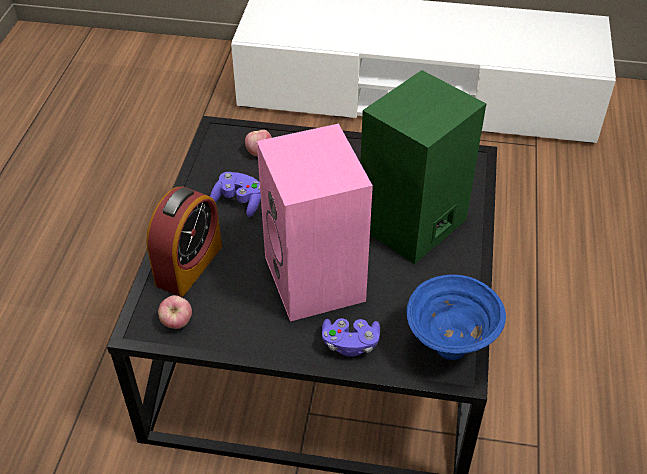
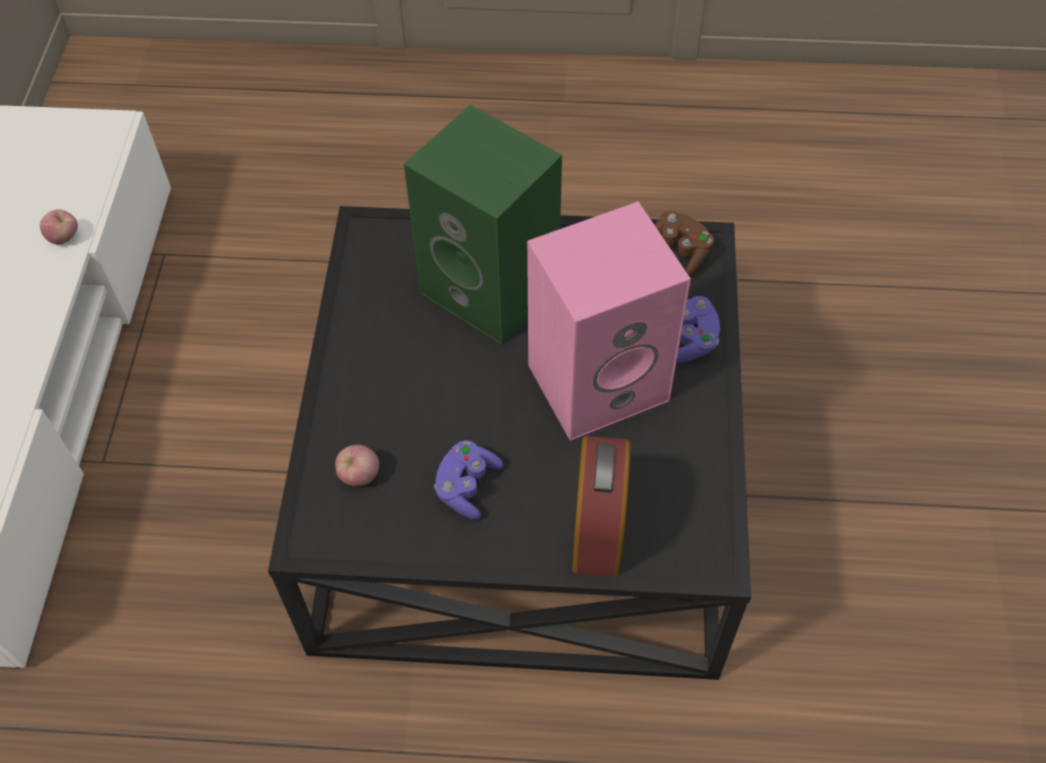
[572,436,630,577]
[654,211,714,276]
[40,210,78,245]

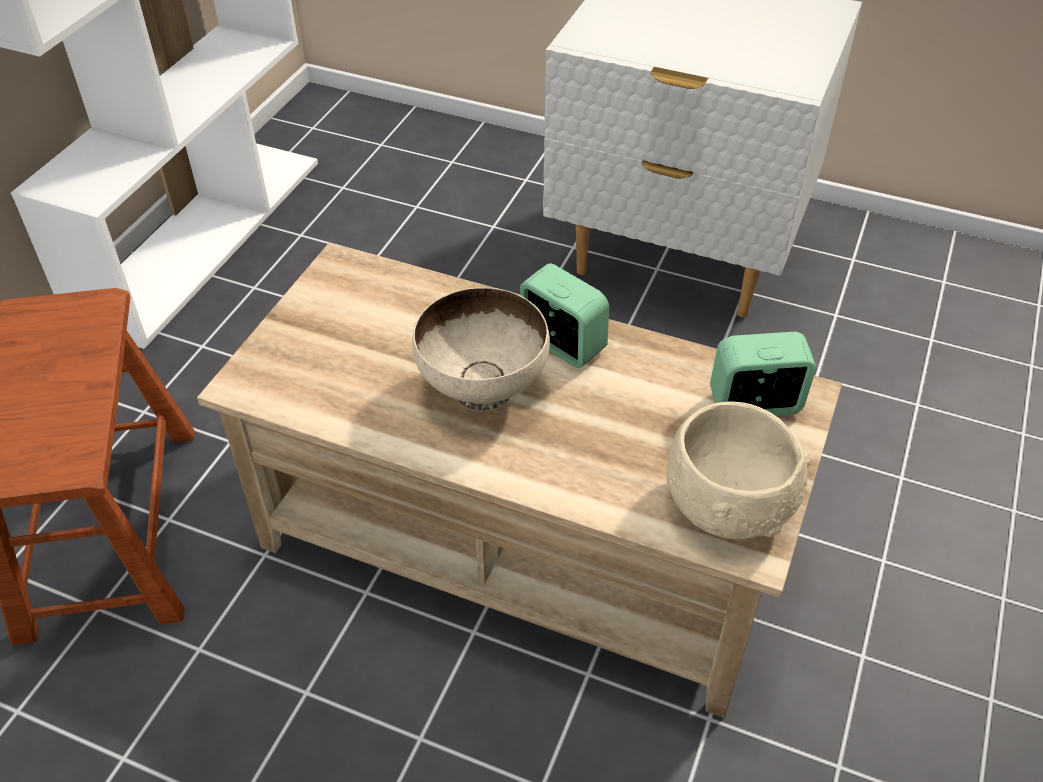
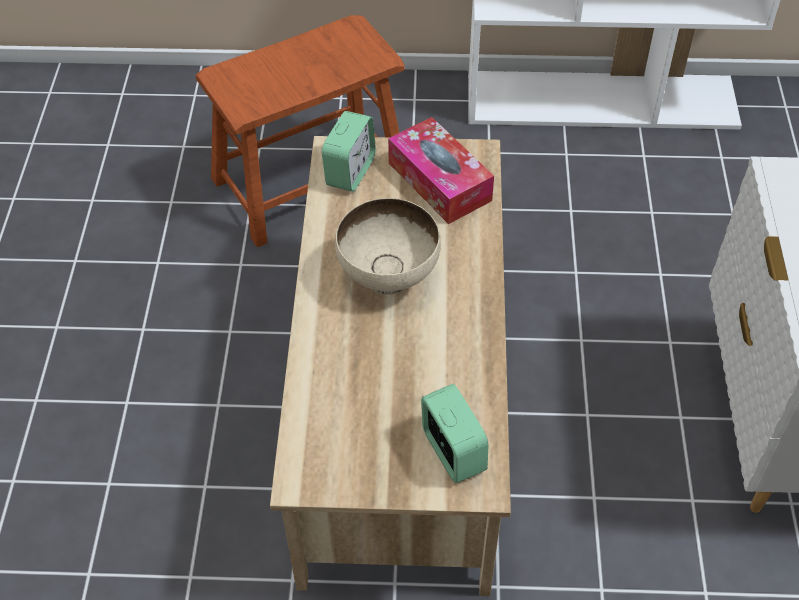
[322,111,376,192]
[666,401,810,540] (first image)
[388,117,494,224]

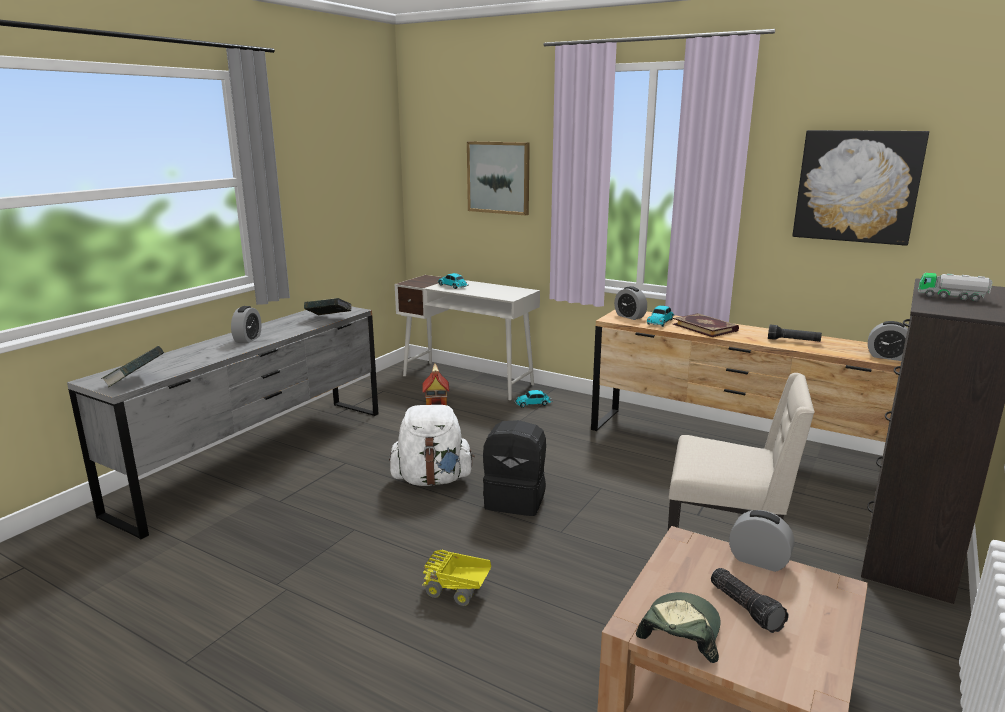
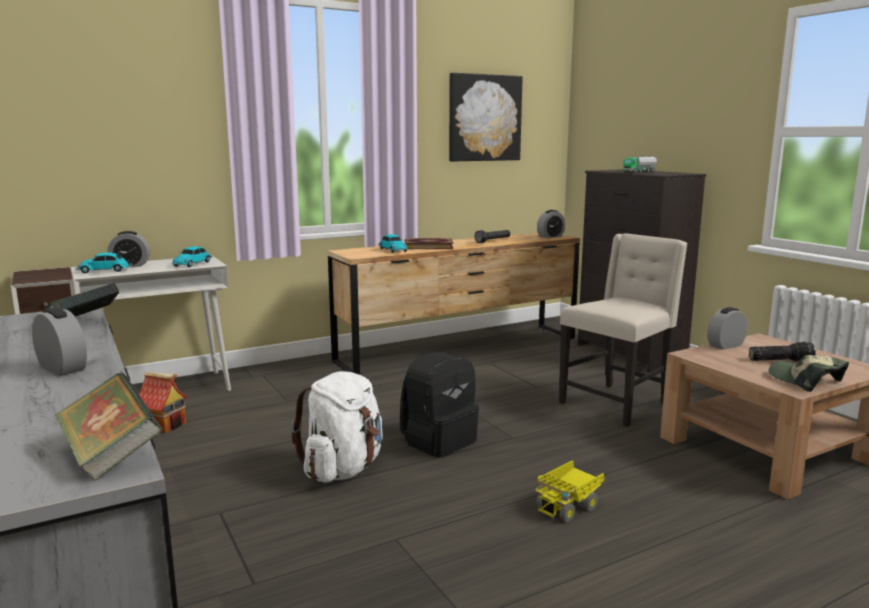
[467,141,530,215] (first image)
[108,231,150,267]
[172,246,213,268]

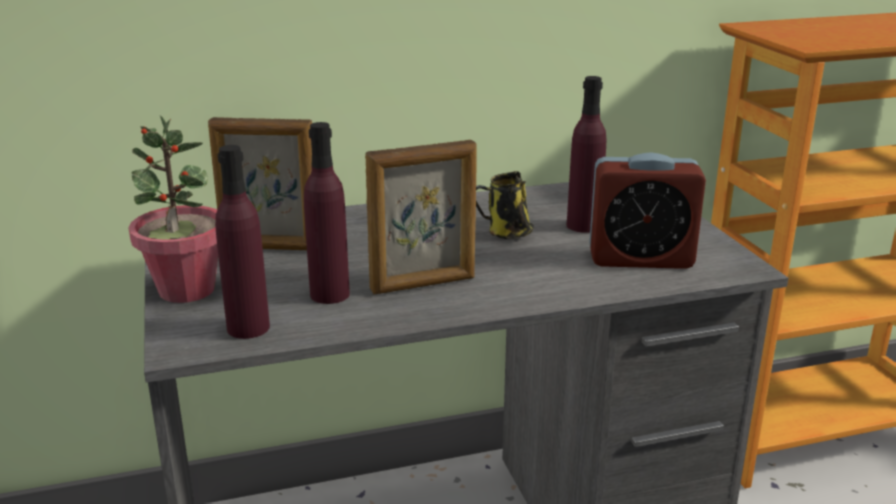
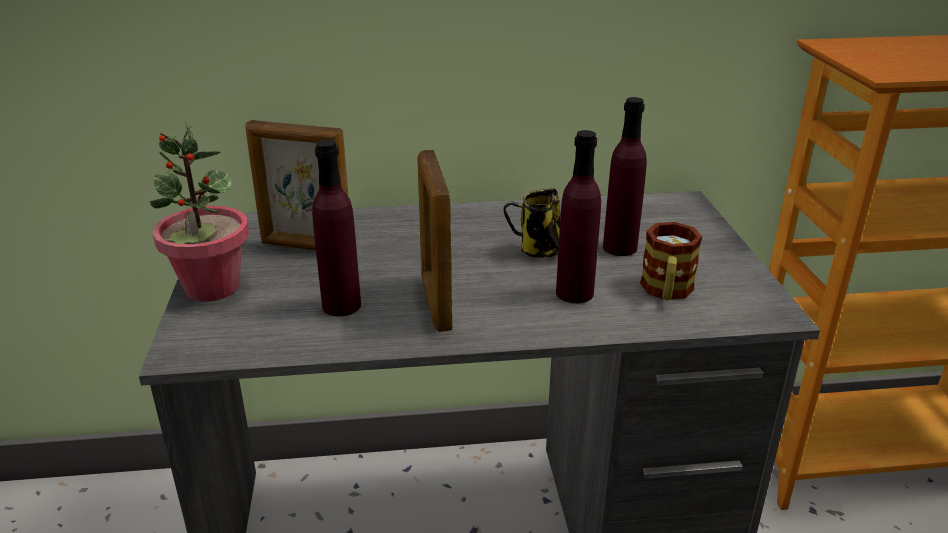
[417,150,452,332]
[556,130,601,303]
[640,222,702,300]

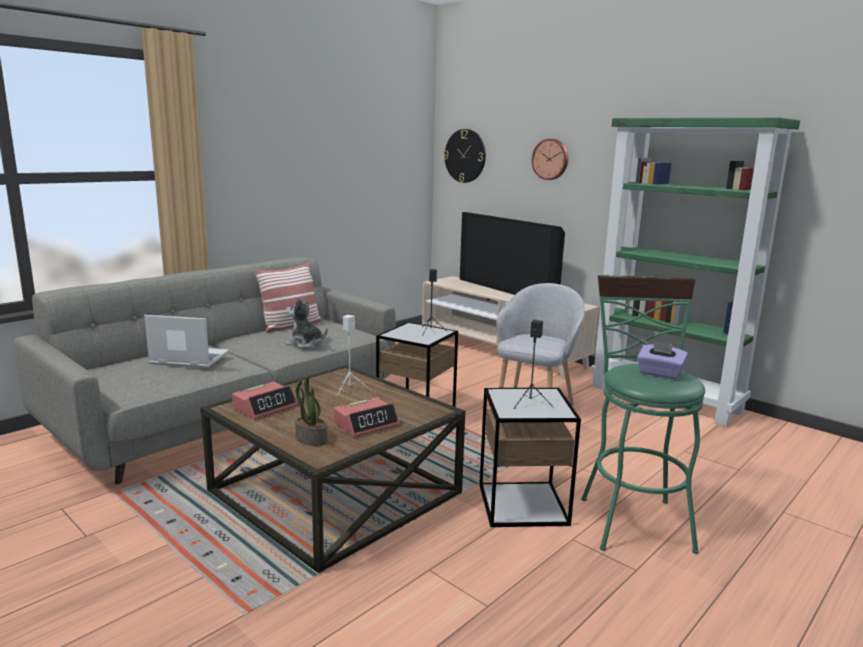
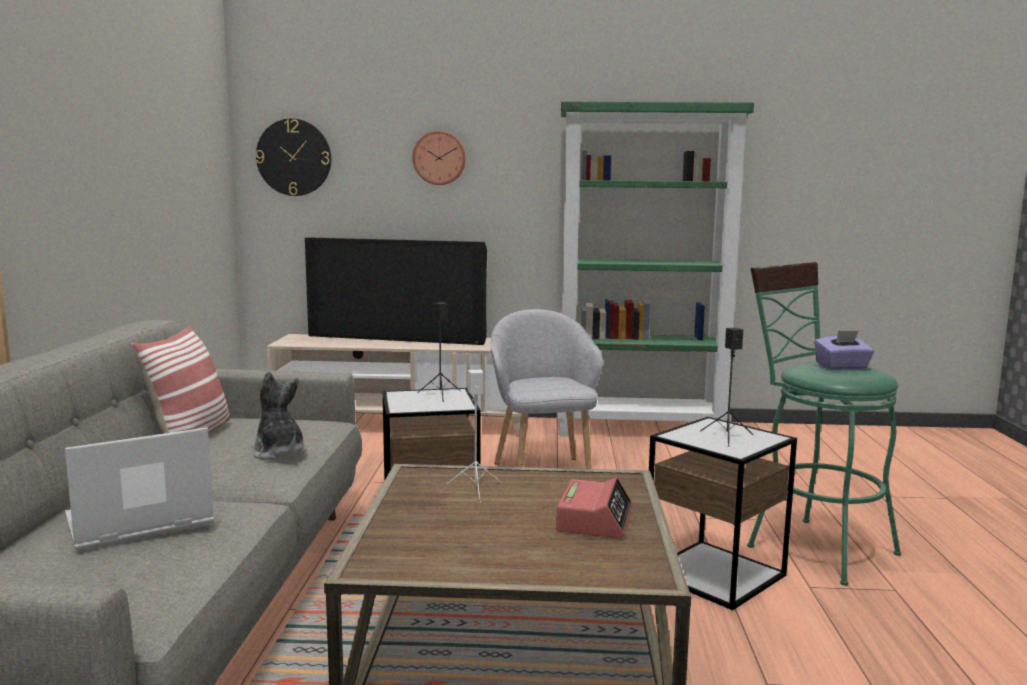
[252,372,307,460]
[295,375,328,446] (first image)
[232,381,297,419] (first image)

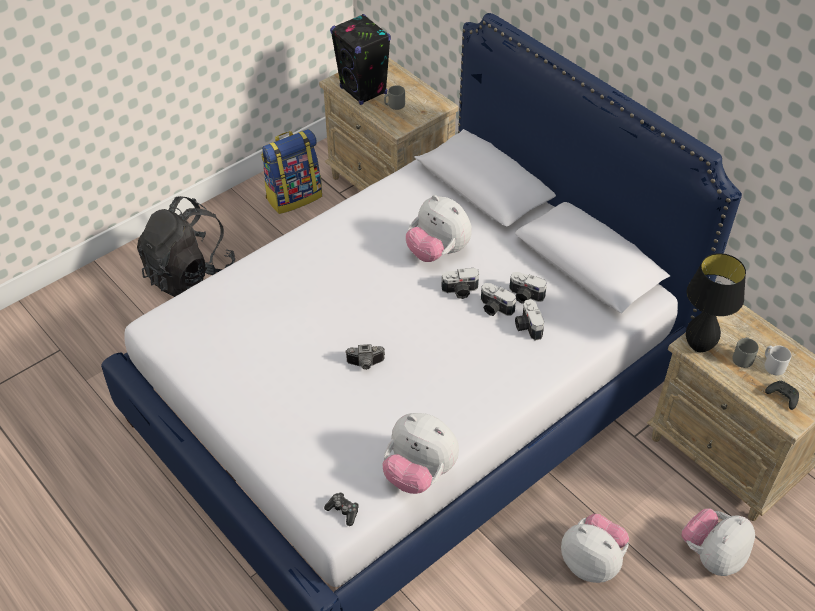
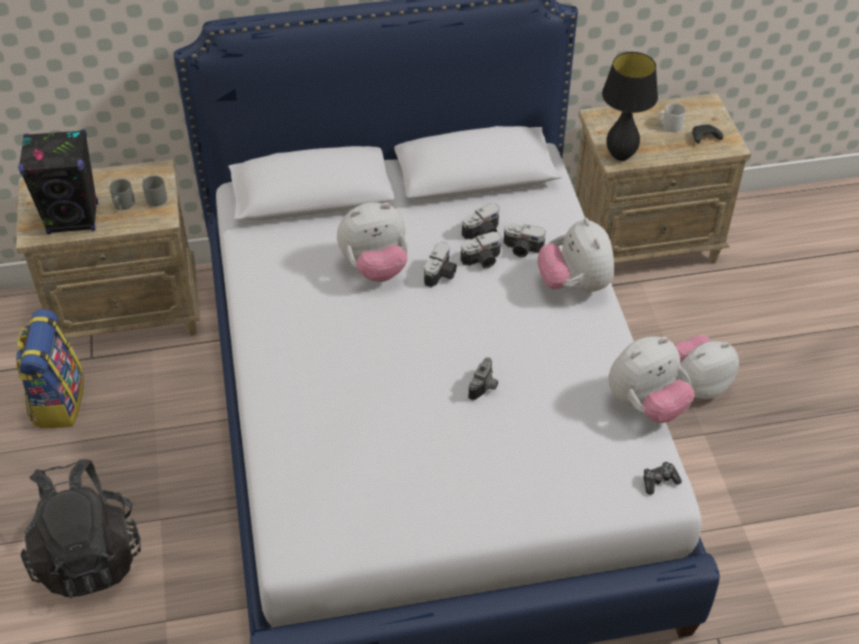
[142,176,167,206]
[537,218,614,293]

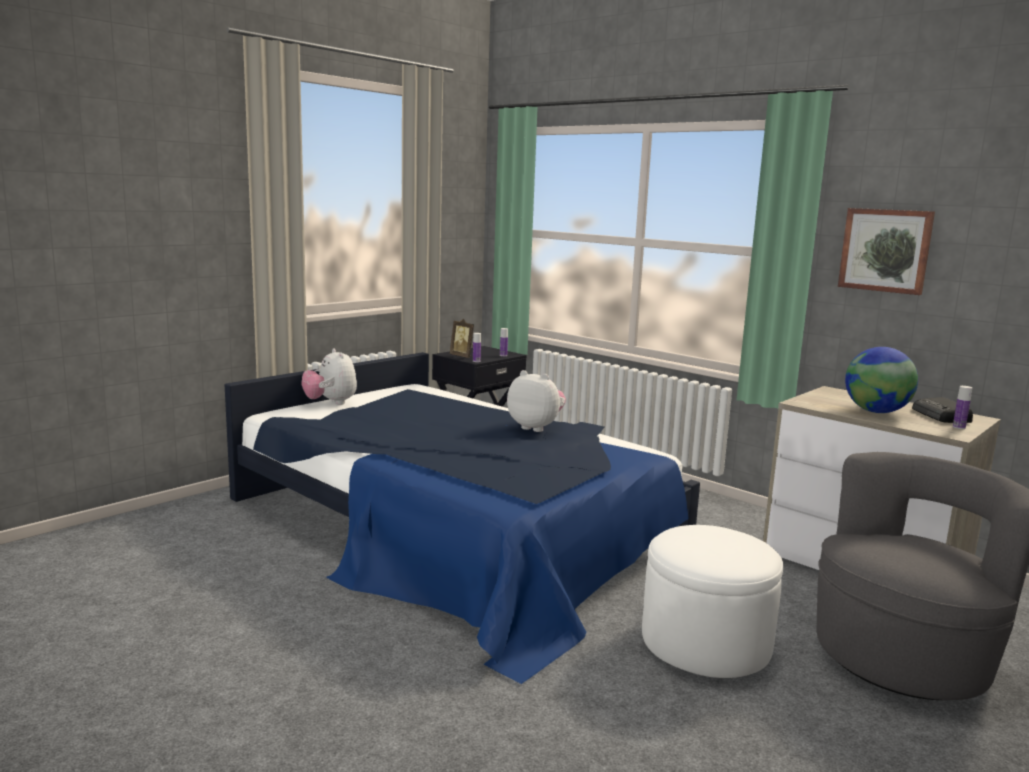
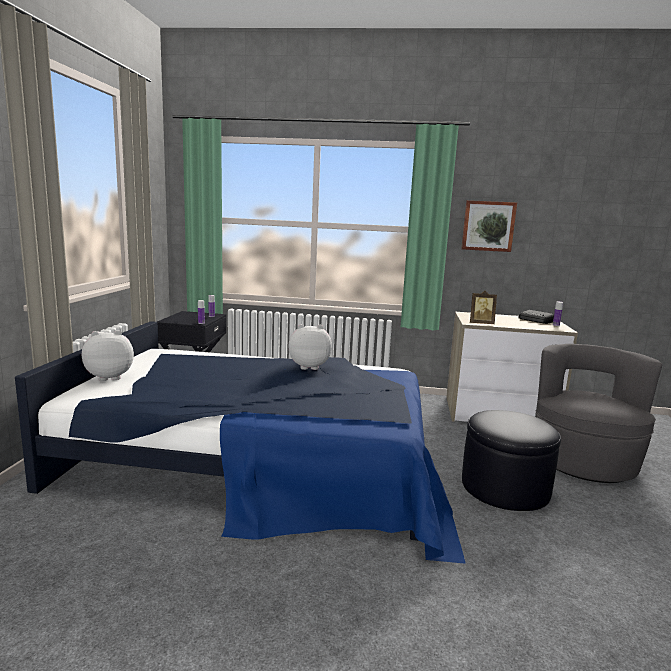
[470,291,497,324]
[845,347,918,413] (first image)
[82,330,134,381]
[462,410,561,511]

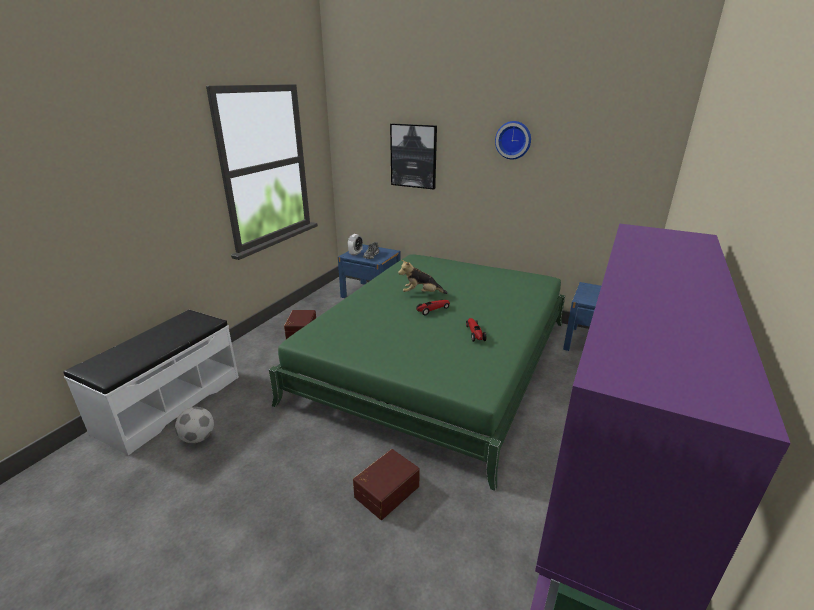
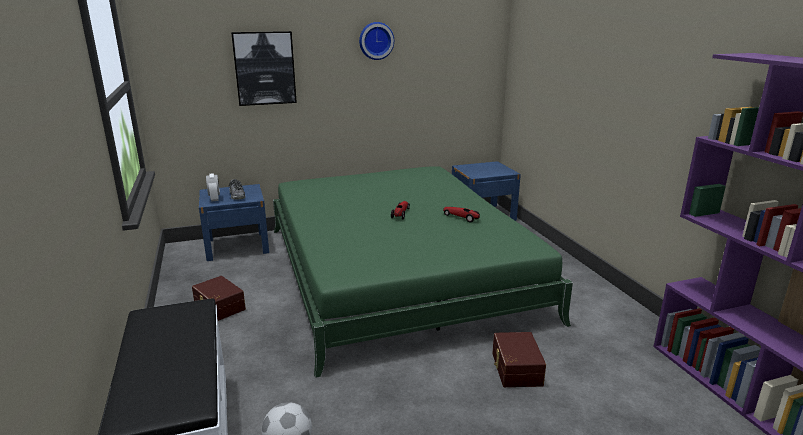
[398,260,447,294] (first image)

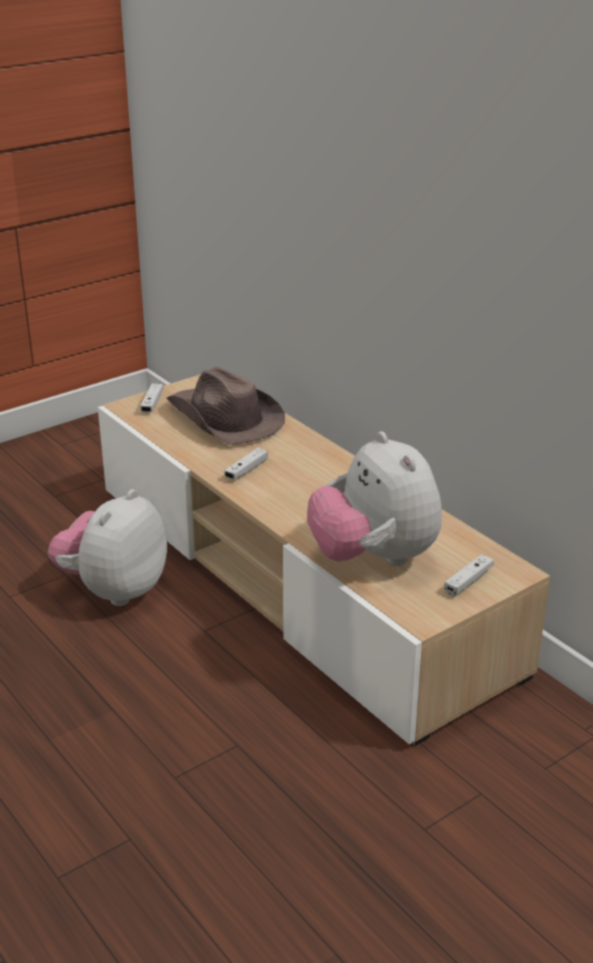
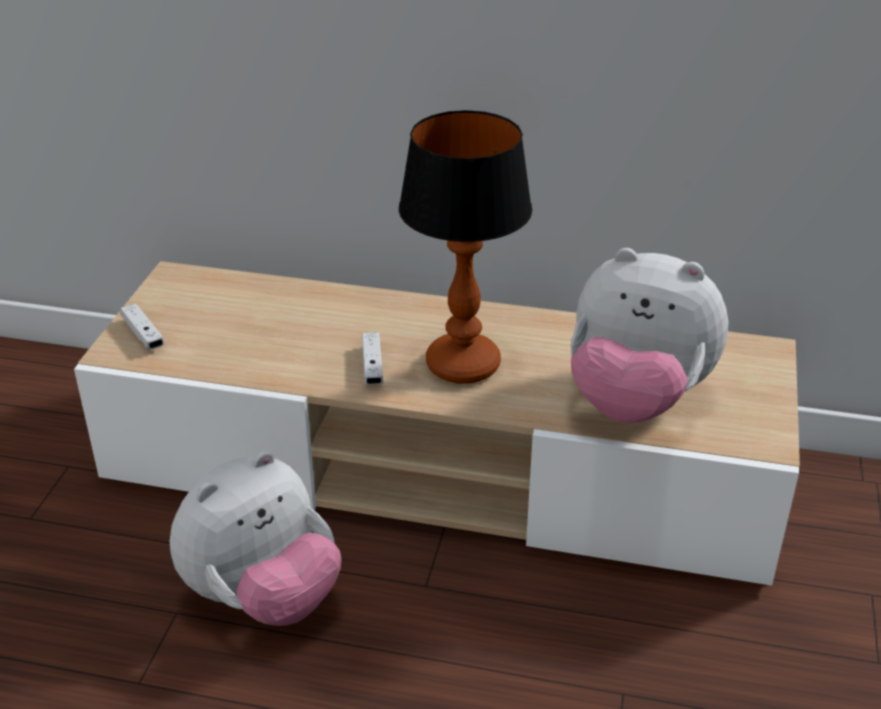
[166,367,285,445] (first image)
[170,451,342,626]
[444,554,494,597] (first image)
[399,110,532,384]

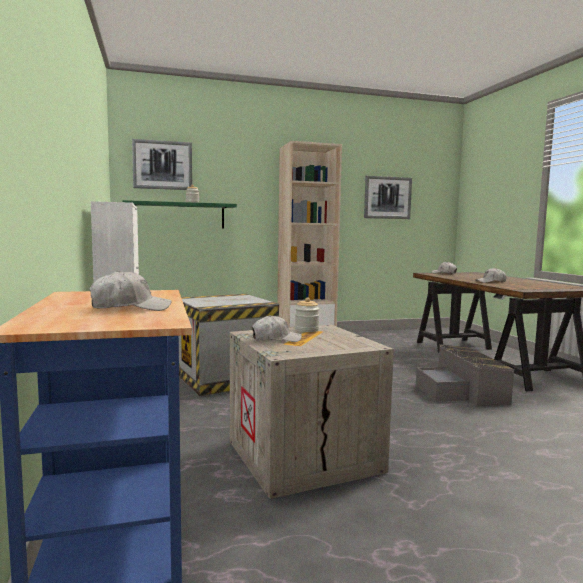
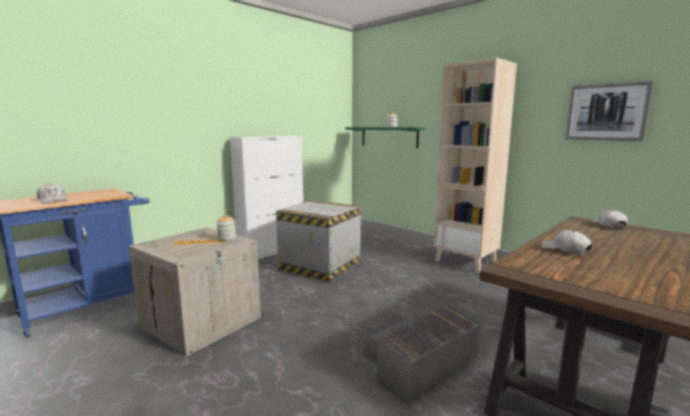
[132,139,192,190] (first image)
[252,315,302,342] (first image)

